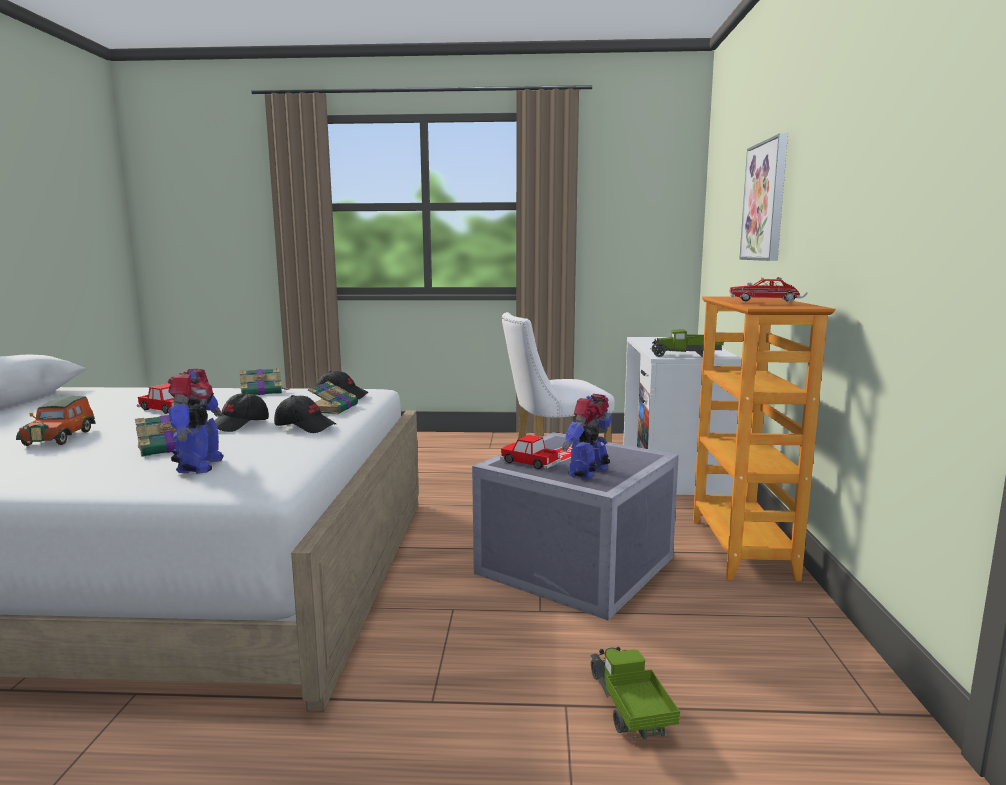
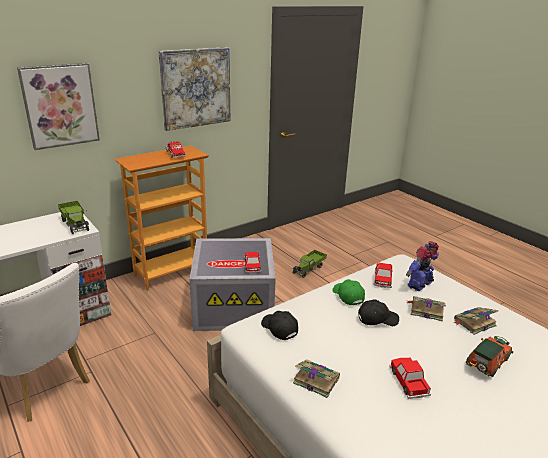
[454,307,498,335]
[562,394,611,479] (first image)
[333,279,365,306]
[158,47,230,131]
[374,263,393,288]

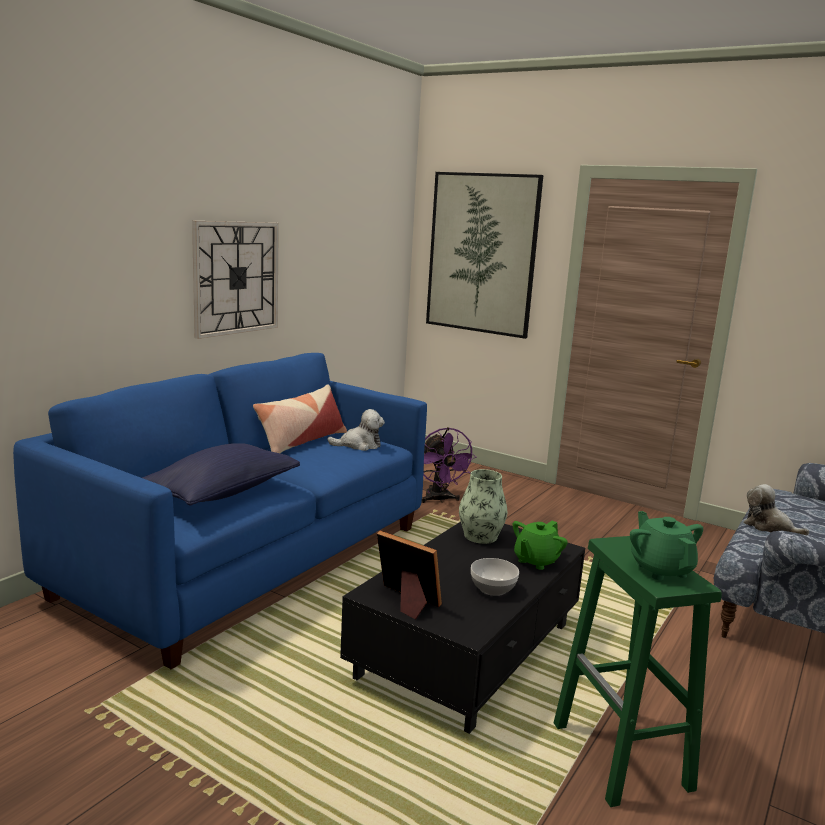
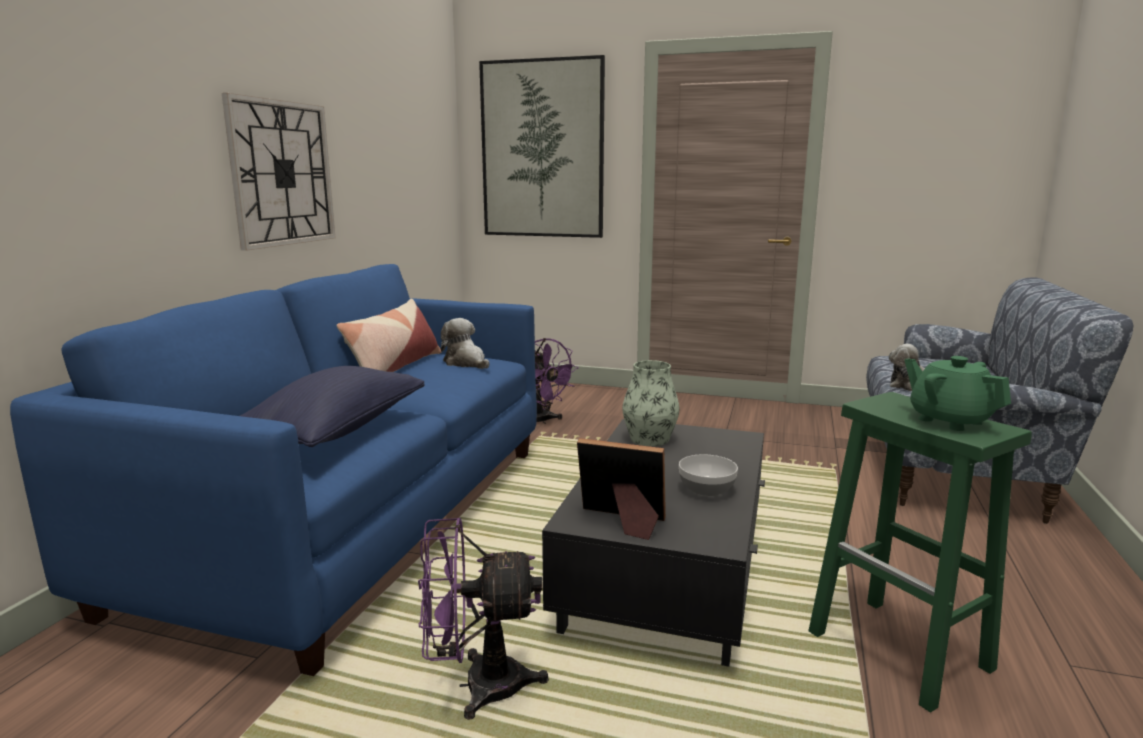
[441,318,489,369]
[512,521,568,570] (first image)
[418,518,549,720]

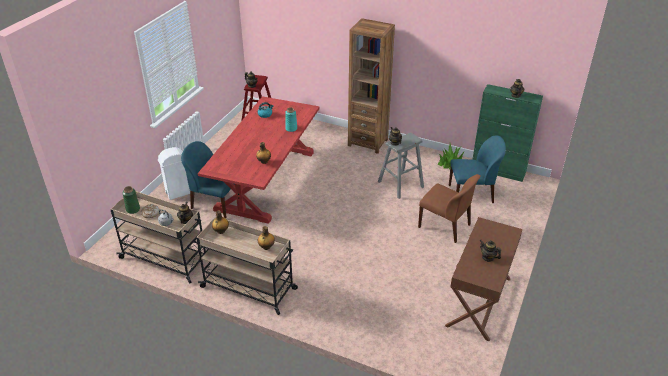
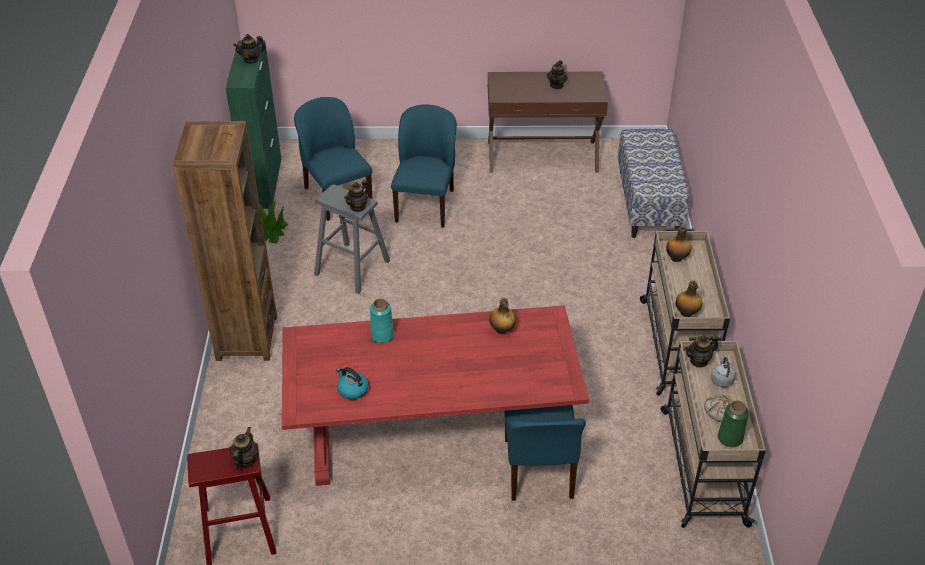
[158,147,190,200] (first image)
[391,104,457,228]
[618,129,690,238]

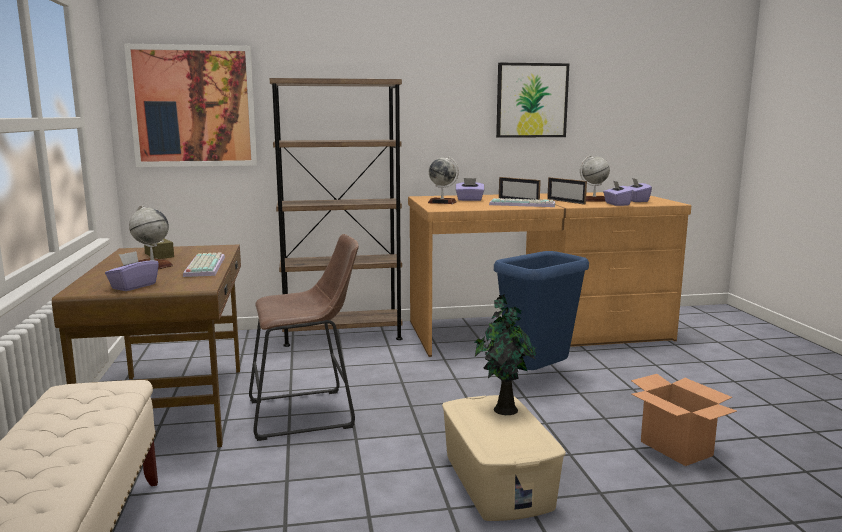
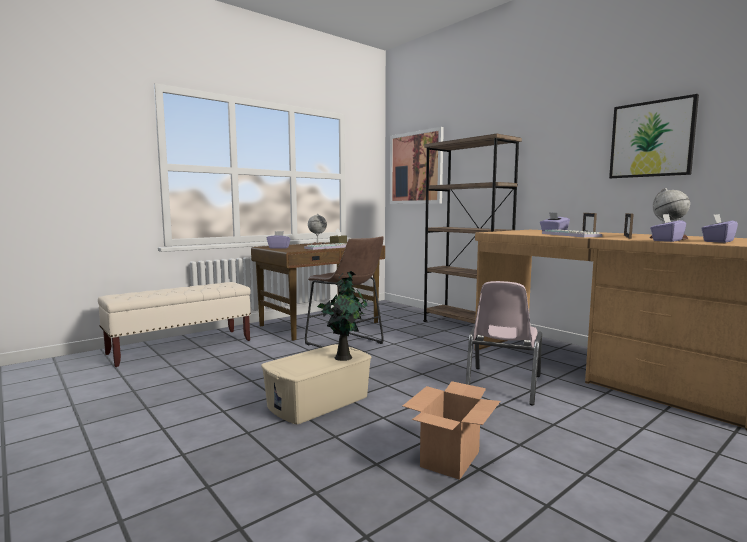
[428,156,459,204] (first image)
[466,281,542,405]

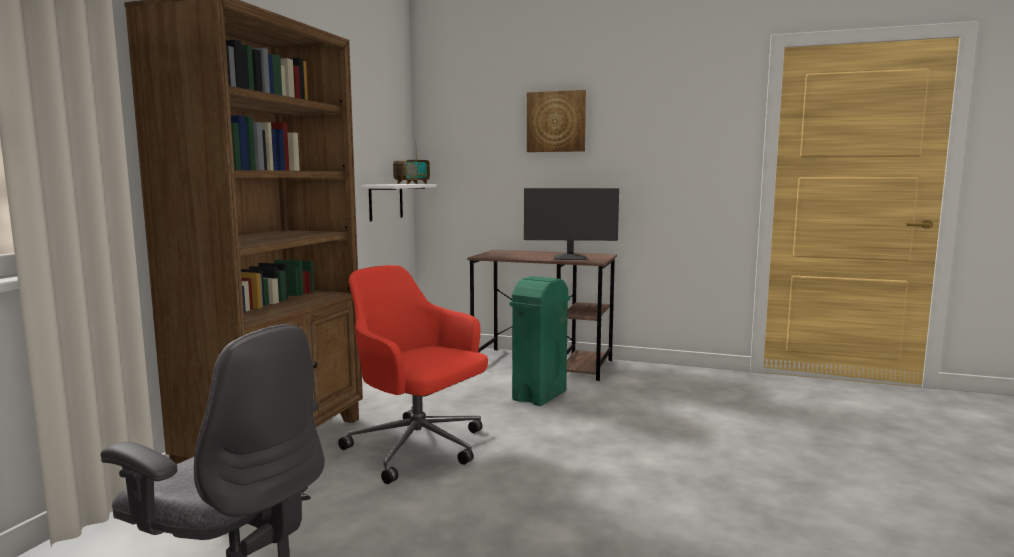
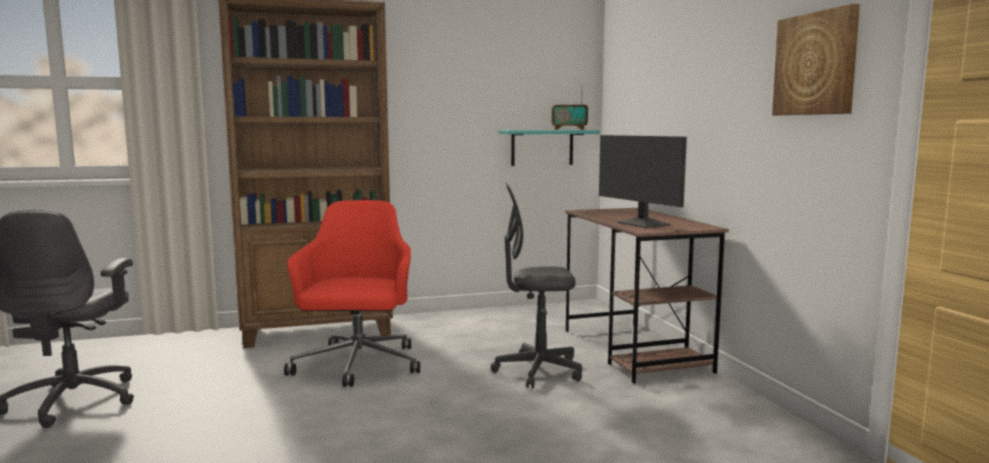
[772,4,860,115]
[499,130,599,166]
[491,182,582,388]

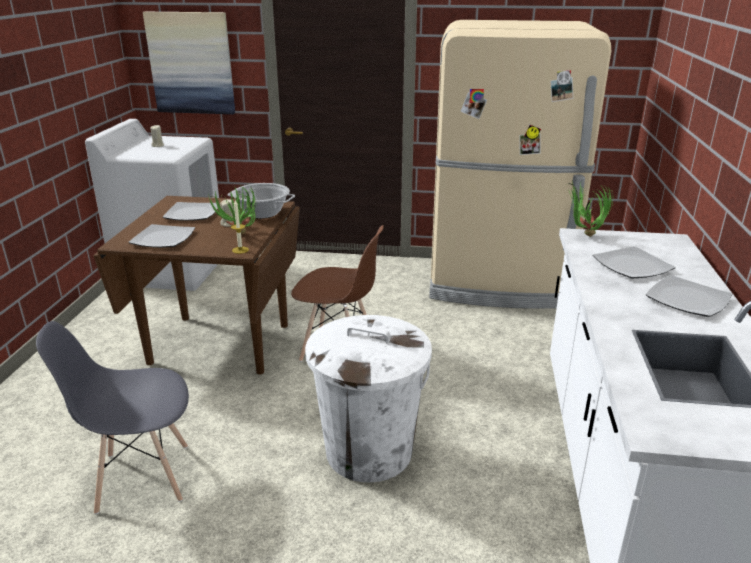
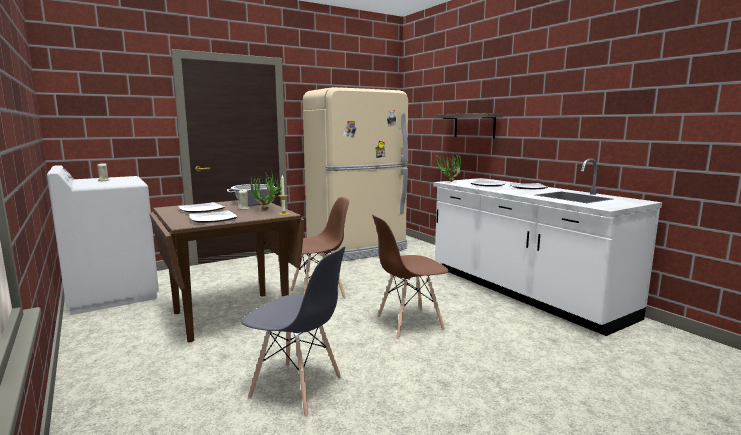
[143,12,235,114] (first image)
[372,214,449,339]
[241,247,345,417]
[435,113,503,138]

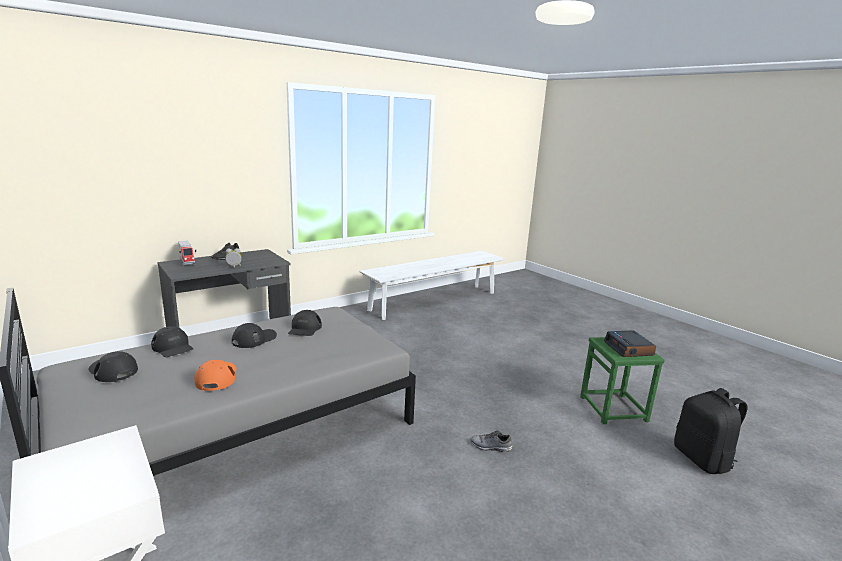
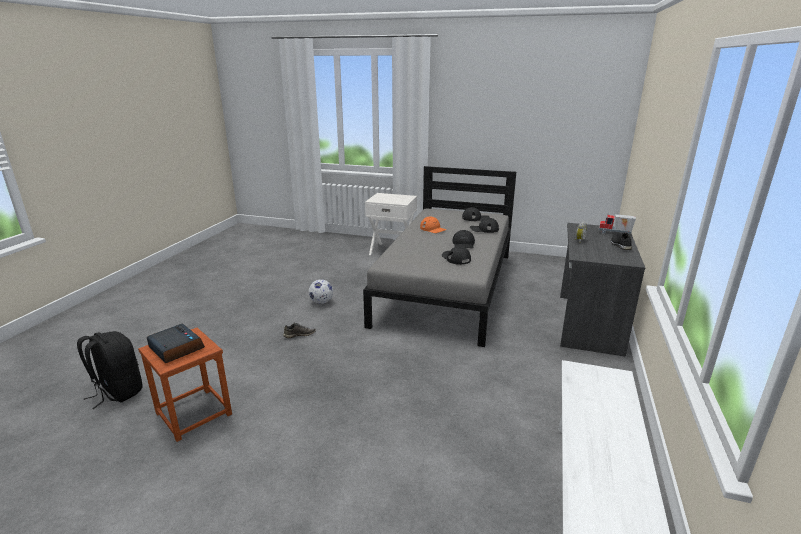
[138,328,232,442]
[309,279,333,304]

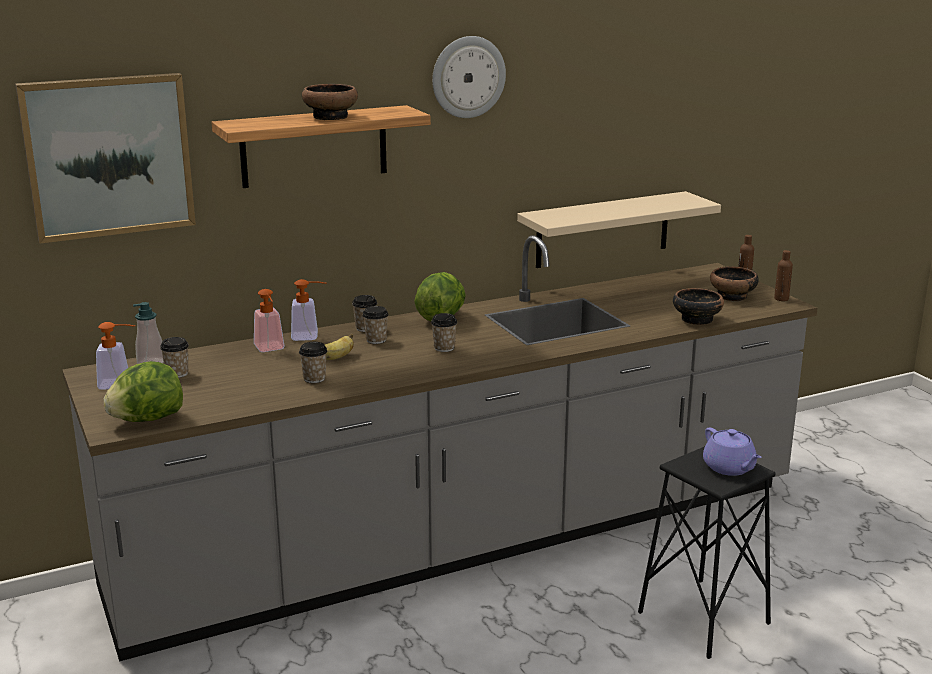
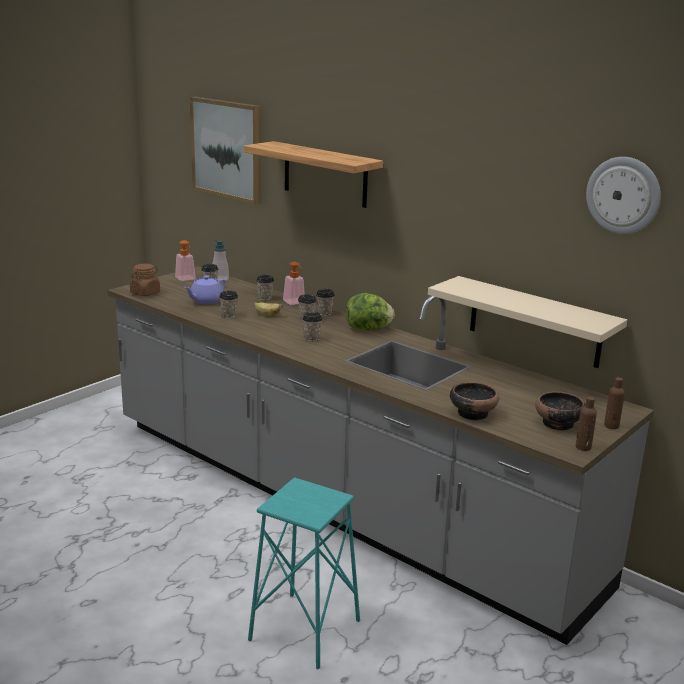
[586,157,661,234]
[302,84,358,120] (first image)
[256,275,274,301]
[130,264,160,296]
[184,275,226,304]
[248,477,360,670]

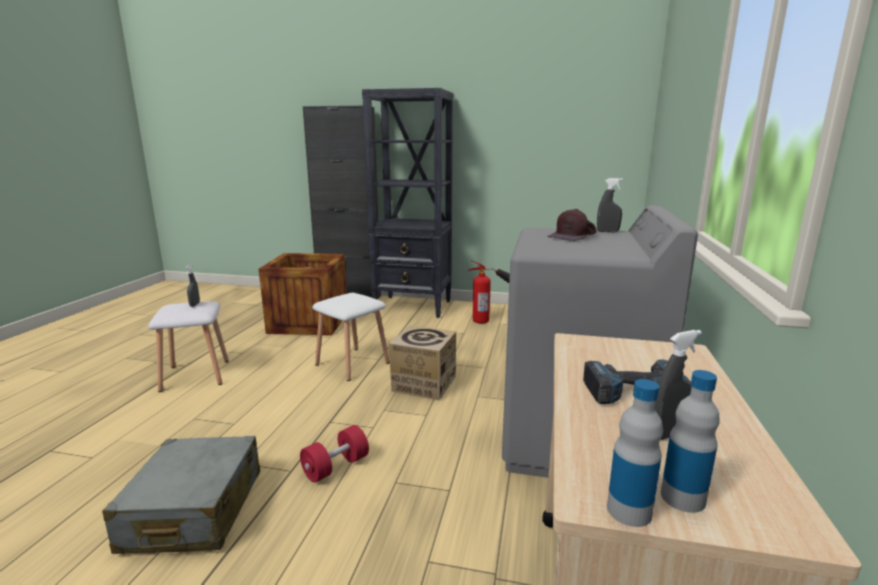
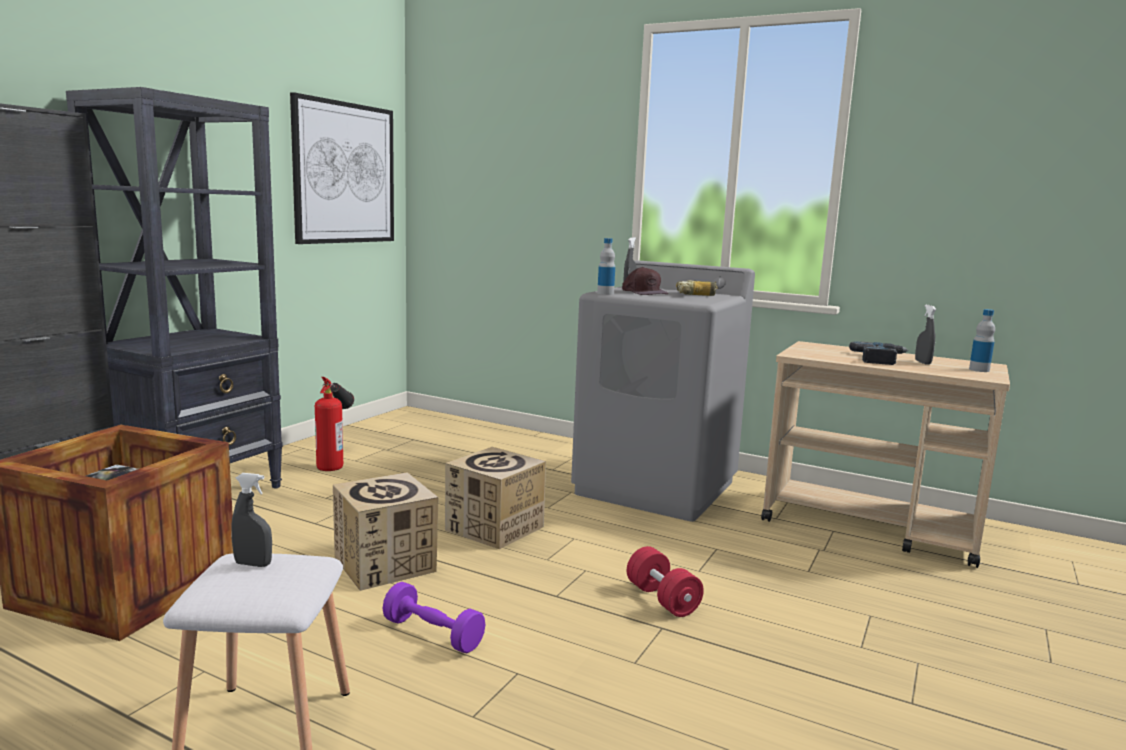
[333,472,438,591]
[597,238,615,295]
[102,436,260,554] (first image)
[290,92,394,244]
[676,280,718,296]
[383,582,485,653]

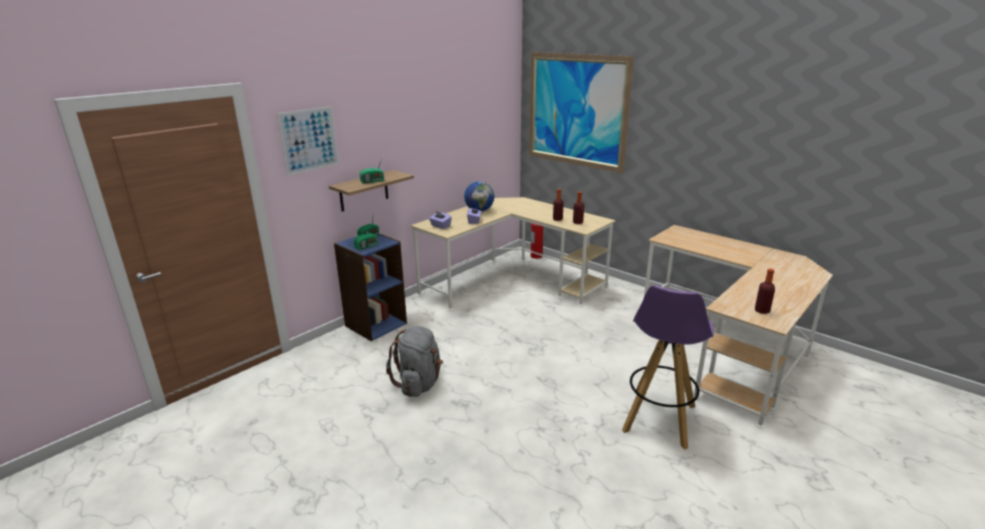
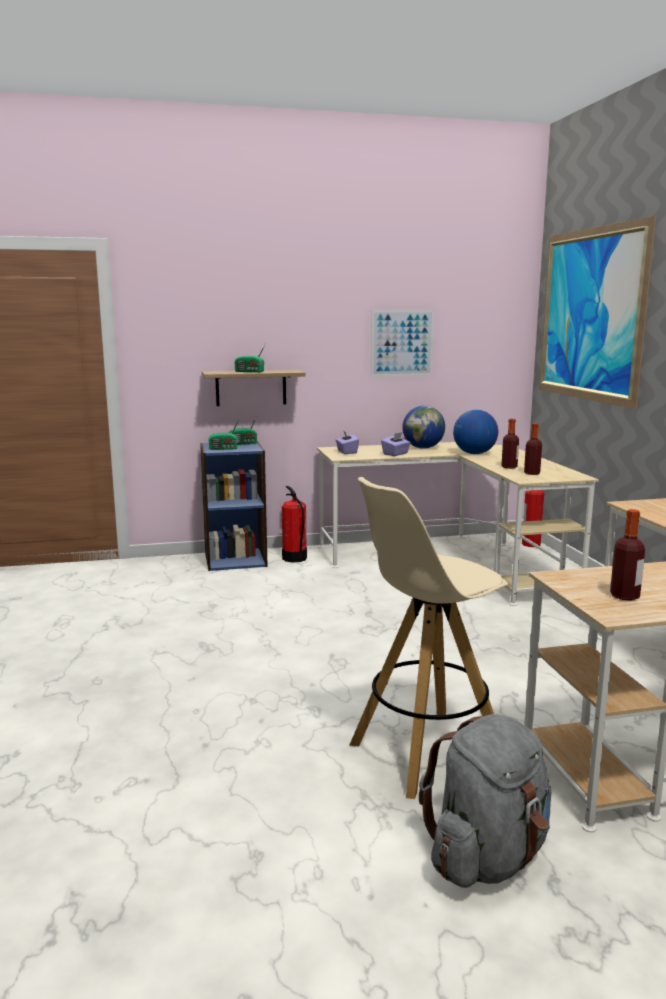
[371,310,434,376]
[349,477,508,799]
[419,714,552,888]
[453,410,498,454]
[282,486,307,563]

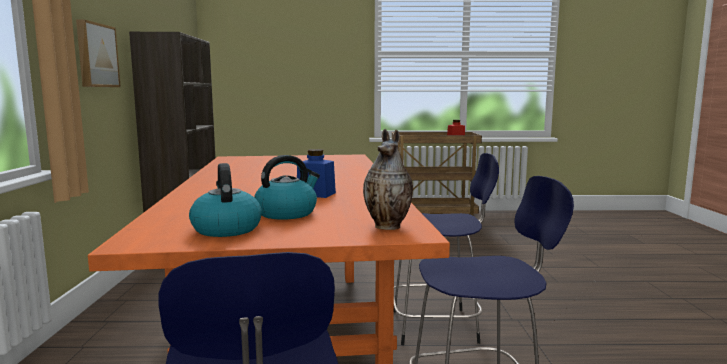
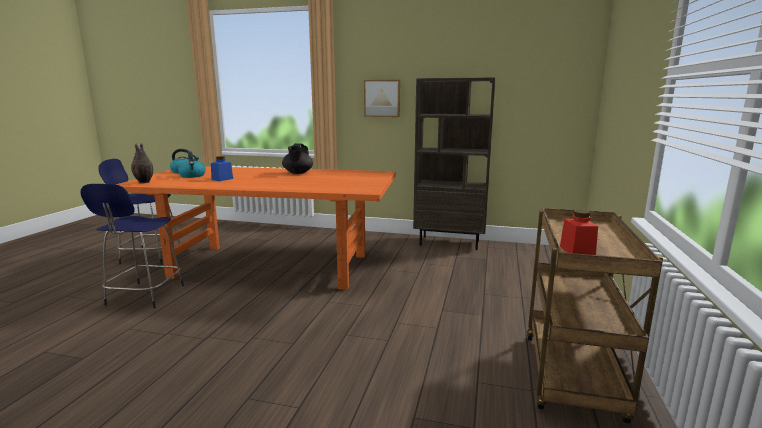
[394,153,499,345] (first image)
[282,143,313,174]

